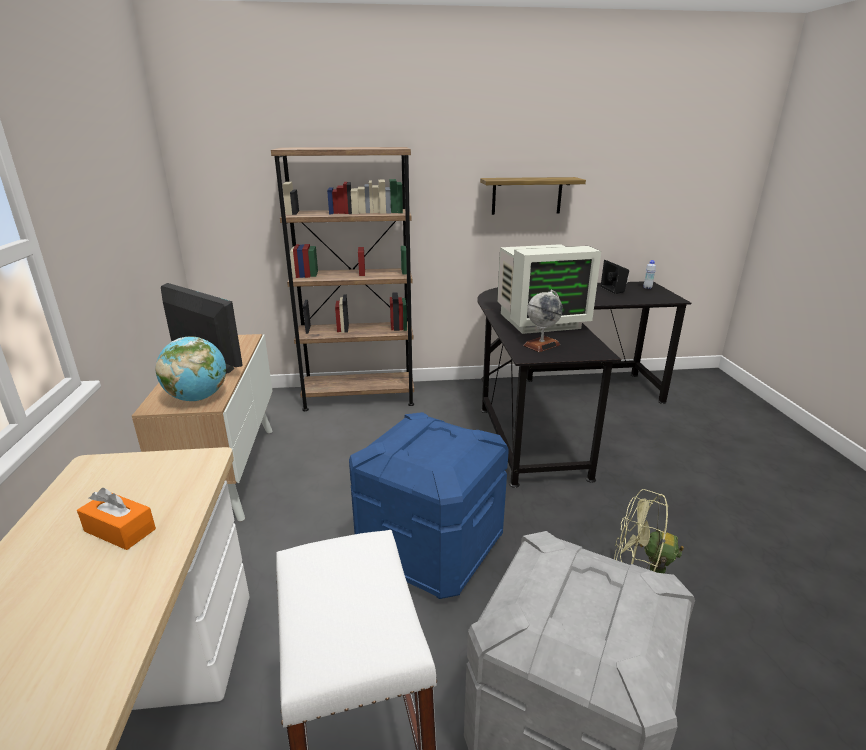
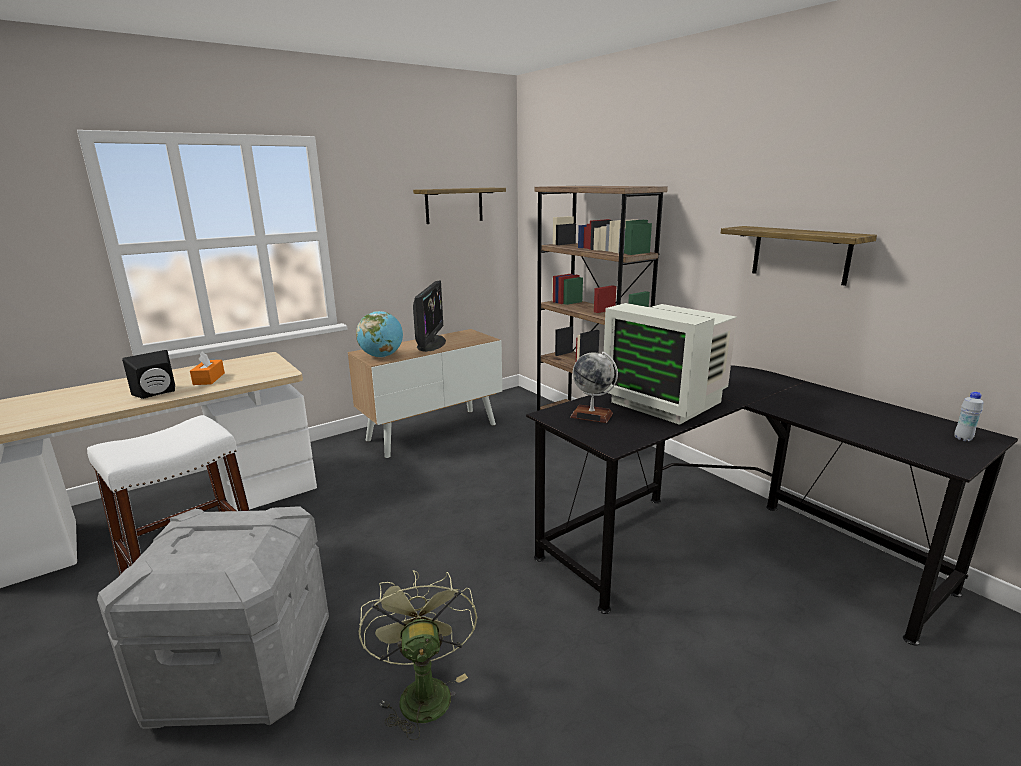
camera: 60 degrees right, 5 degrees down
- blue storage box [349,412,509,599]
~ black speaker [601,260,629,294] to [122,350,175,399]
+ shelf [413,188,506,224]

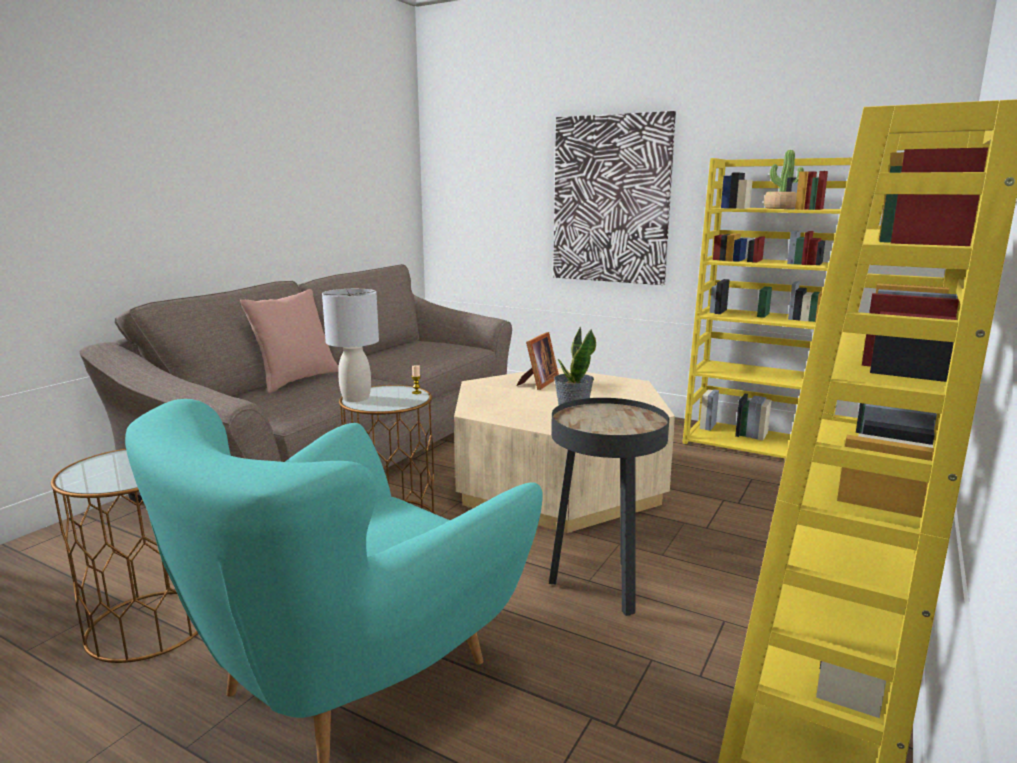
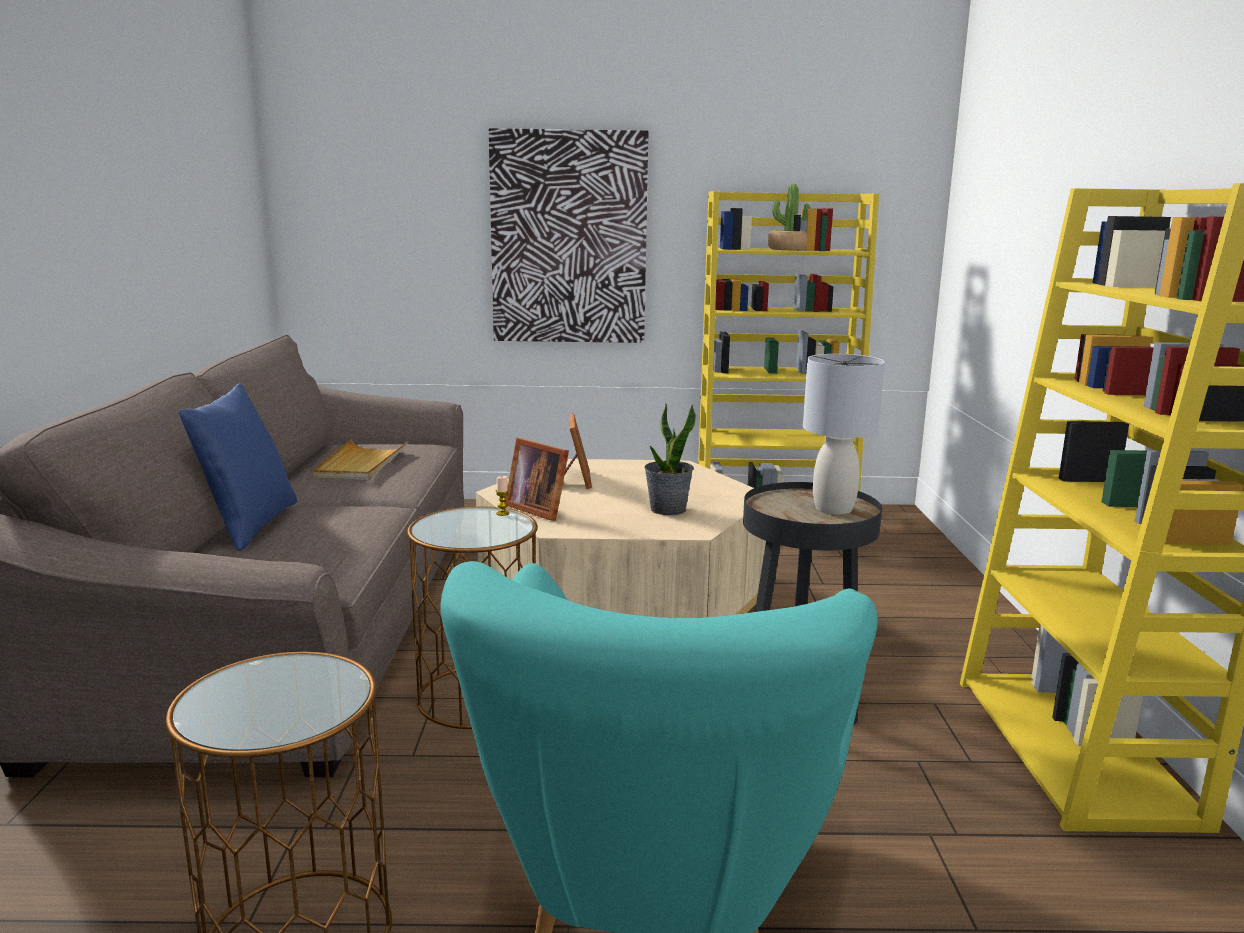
camera: 30 degrees left, 0 degrees up
~ pink pillow [240,289,339,394] to blue pillow [179,383,297,551]
~ grey table lamp [322,289,379,402] to [803,354,885,515]
+ beige tray [313,440,408,480]
+ picture frame [505,438,569,521]

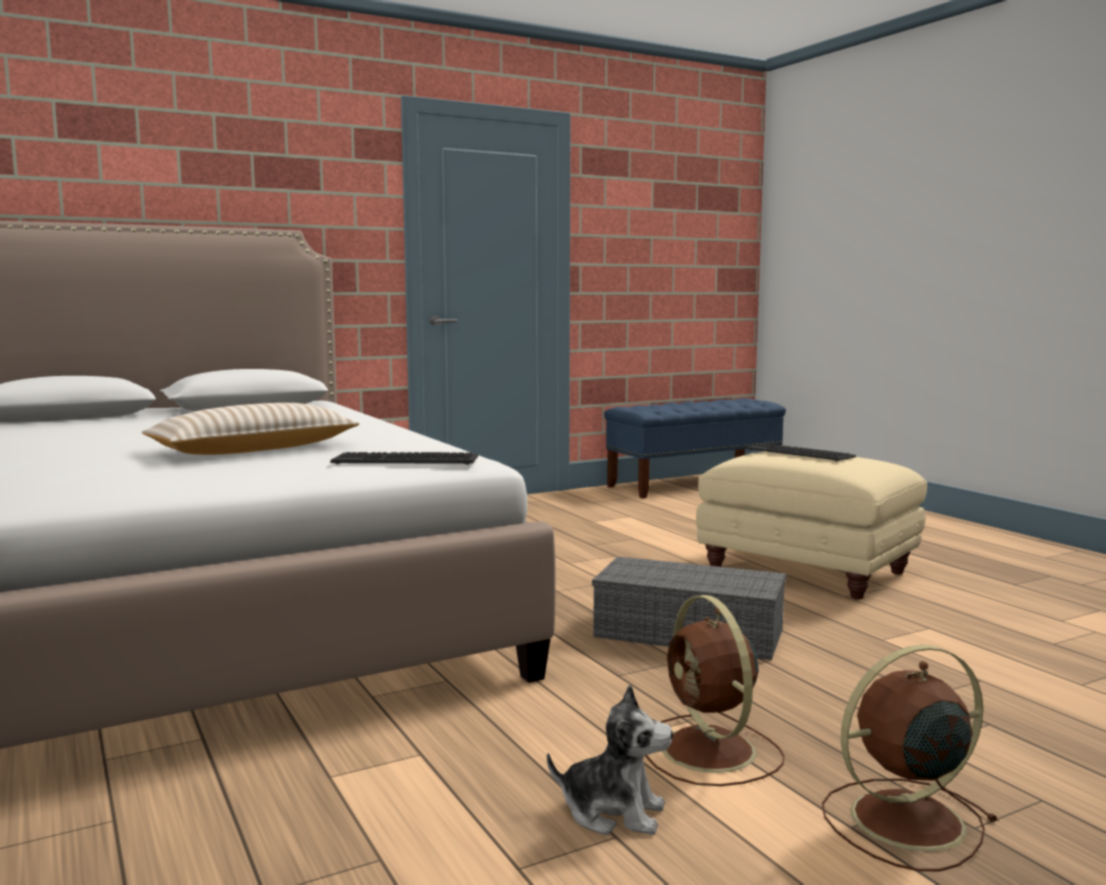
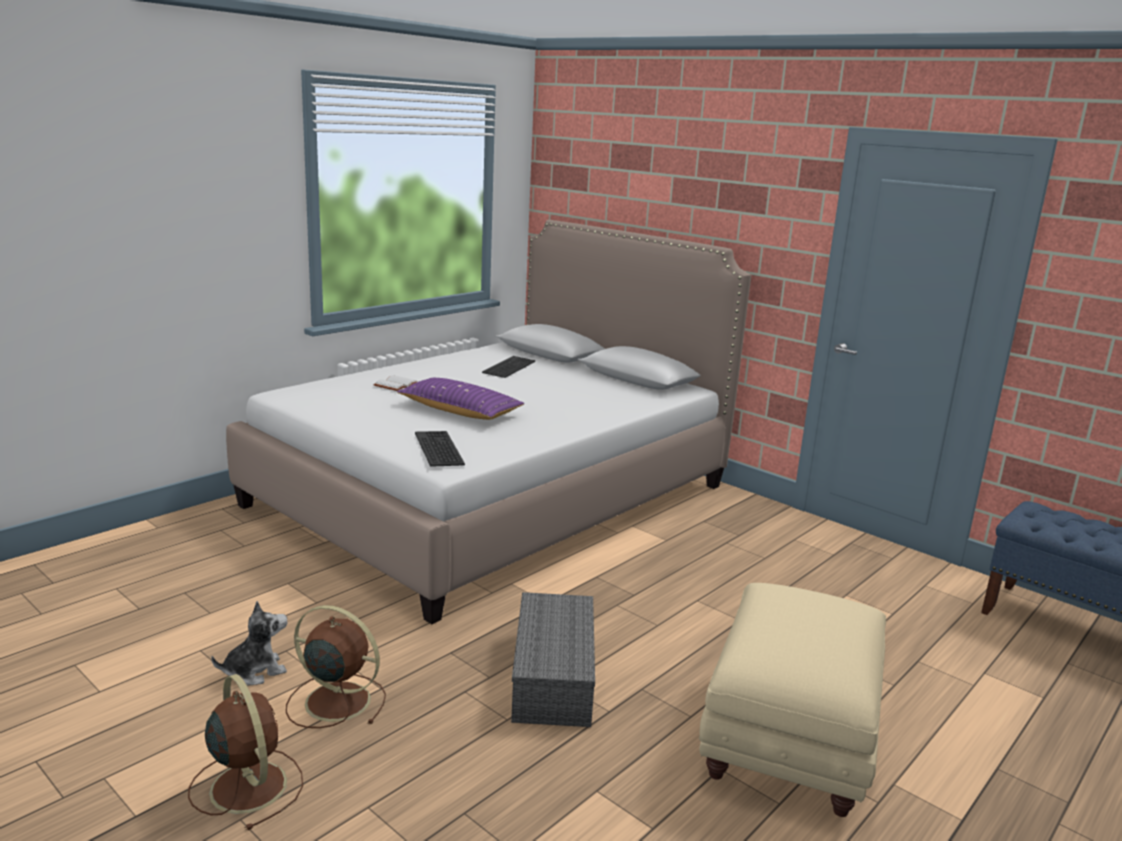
camera: 70 degrees right, 10 degrees up
~ beige pillow [142,403,359,455] to purple pillow [397,378,524,420]
~ plush toy [547,685,673,835] = [211,601,287,686] 120 degrees counterclockwise
~ brown fan [644,595,785,786] = [286,605,386,728] 60 degrees clockwise
~ keyboard [746,443,856,461] to [482,356,535,378]
+ white book [373,375,418,391]

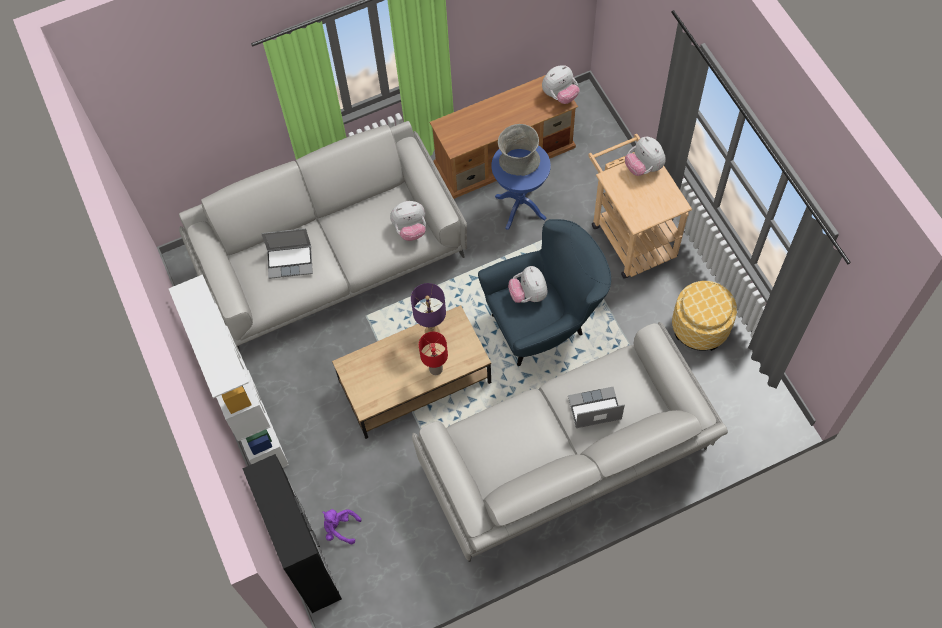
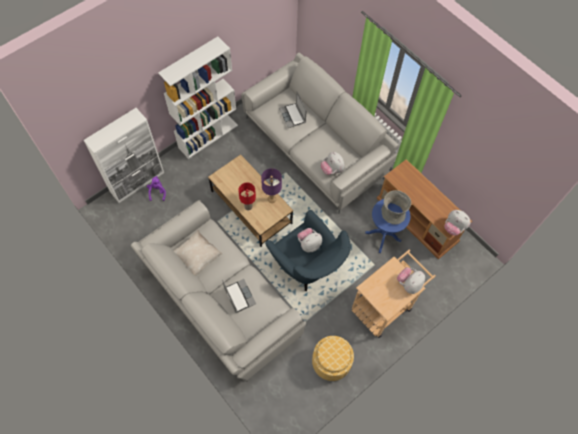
camera: 70 degrees right, 0 degrees up
~ black cabinet [242,454,342,613] to white cabinet [84,108,164,203]
+ beige pillow [174,230,222,276]

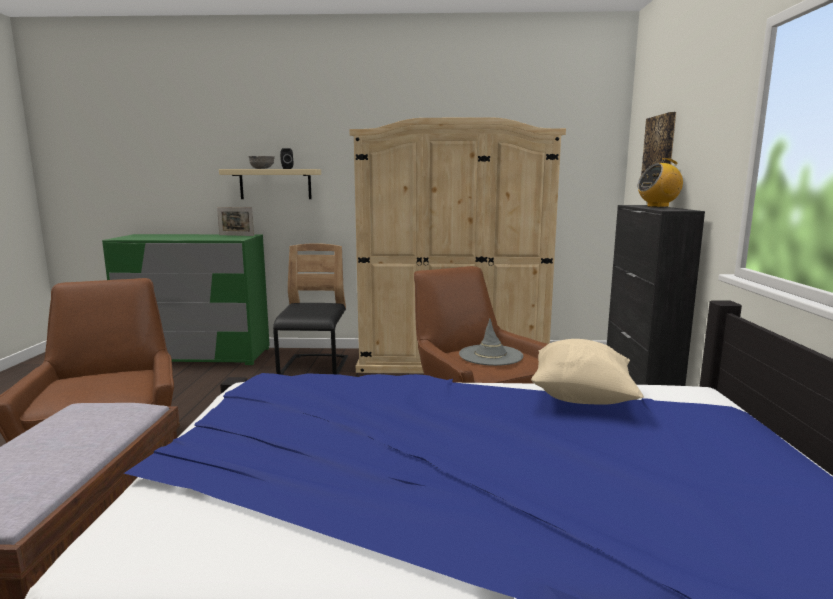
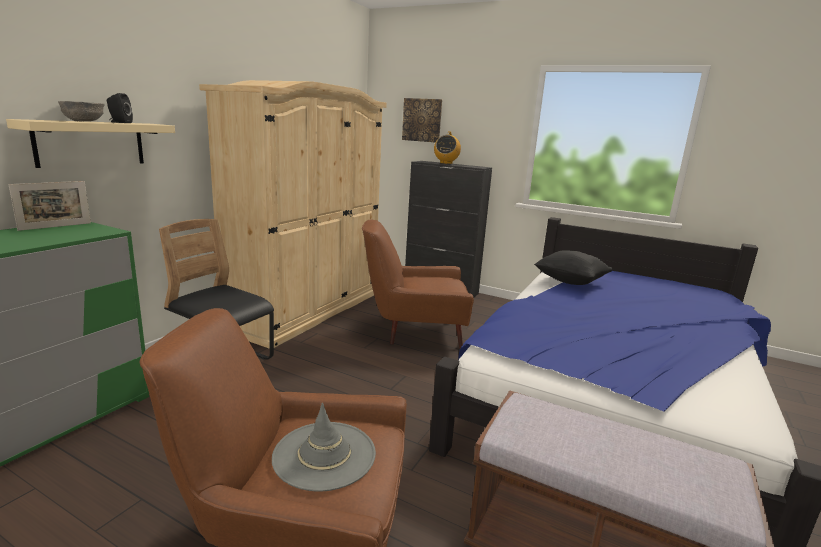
camera: 65 degrees left, 5 degrees up
~ grey hat [459,318,524,366] to [272,403,376,491]
~ beige pillow [531,339,644,405] to black pillow [534,250,613,285]

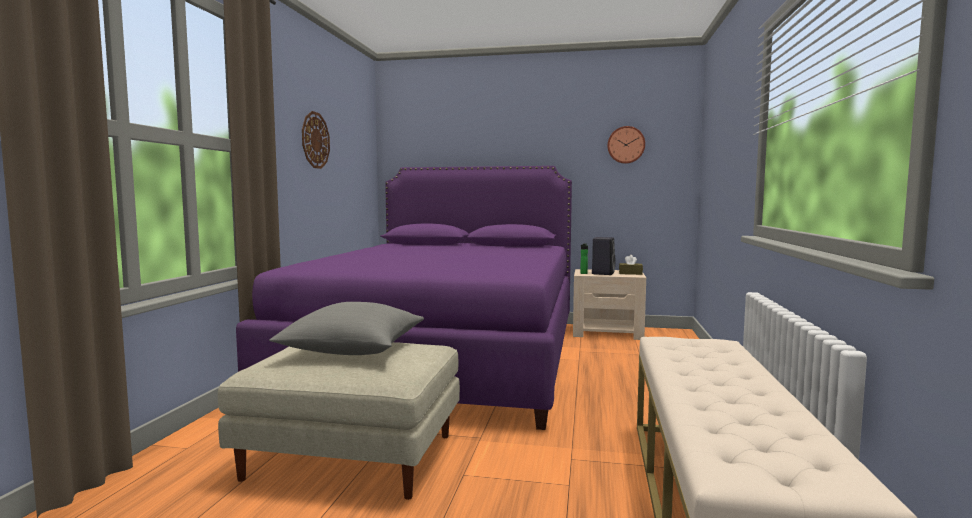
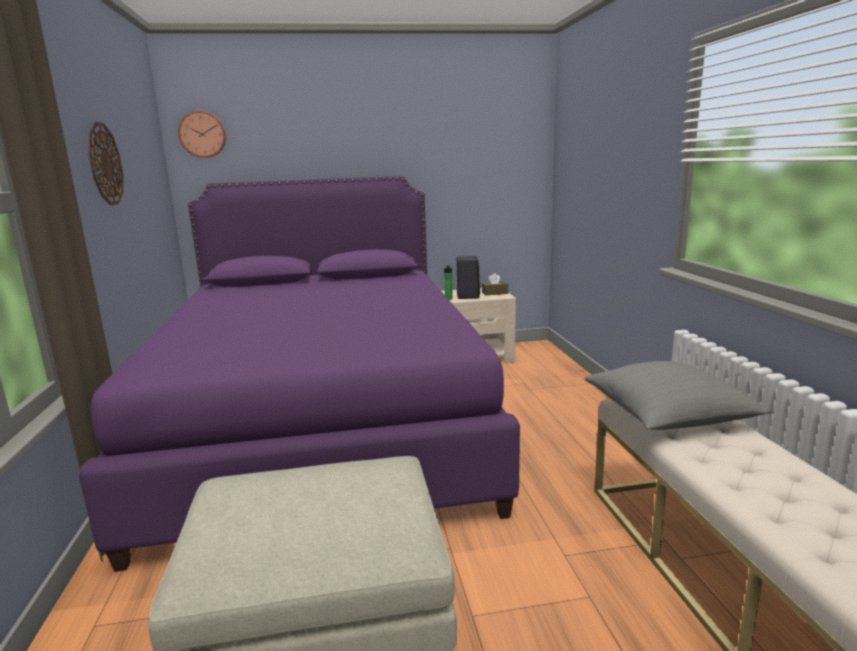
camera: 20 degrees left, 10 degrees up
~ grey pillow [269,302,424,355] to [584,361,771,430]
~ wall clock [607,126,645,164] to [178,111,226,158]

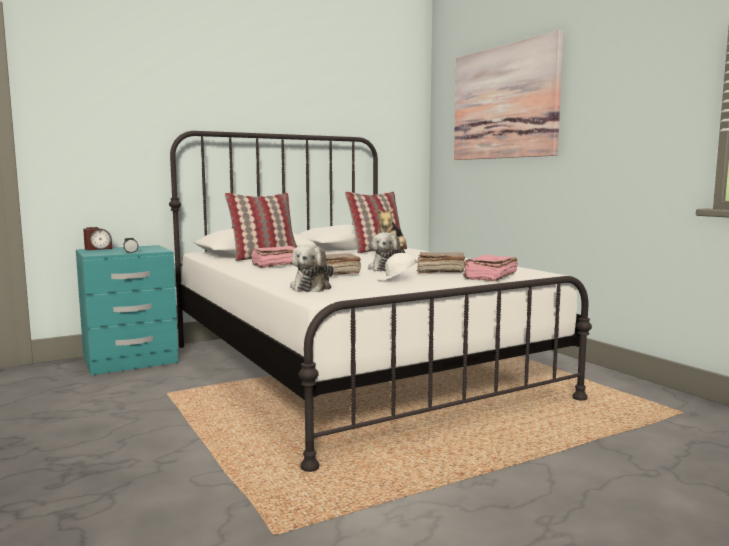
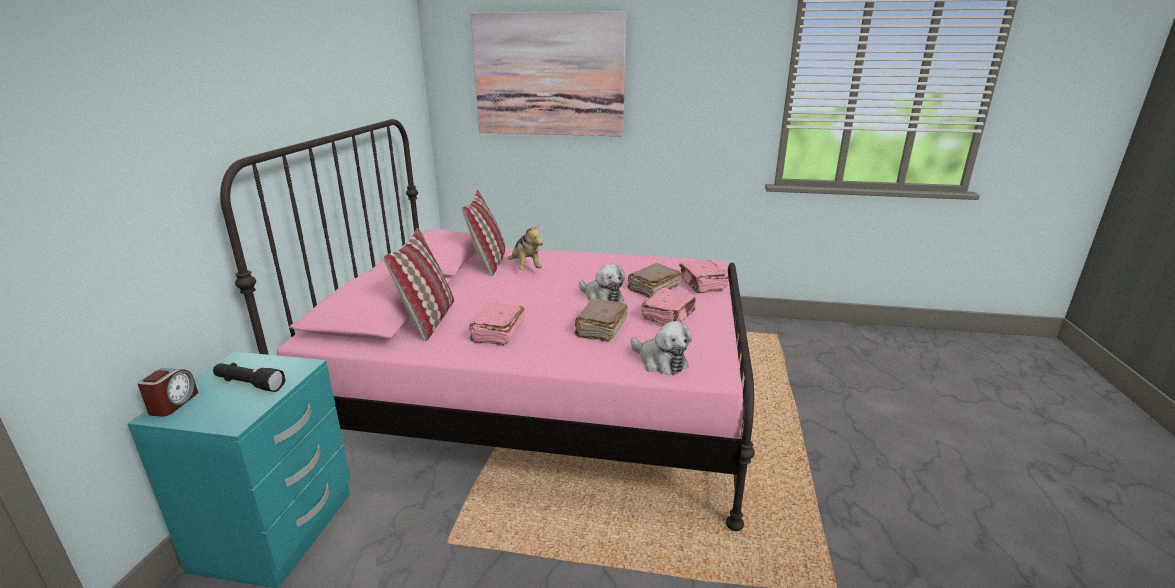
camera: 50 degrees left, 15 degrees up
~ white bed [169,131,592,472] to pink bed [220,119,755,531]
~ white cap [377,253,421,281] to pink book [641,288,696,325]

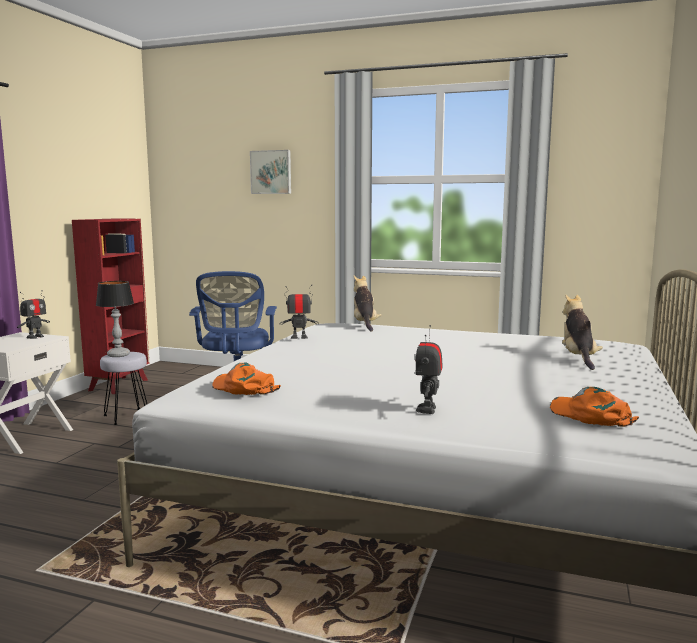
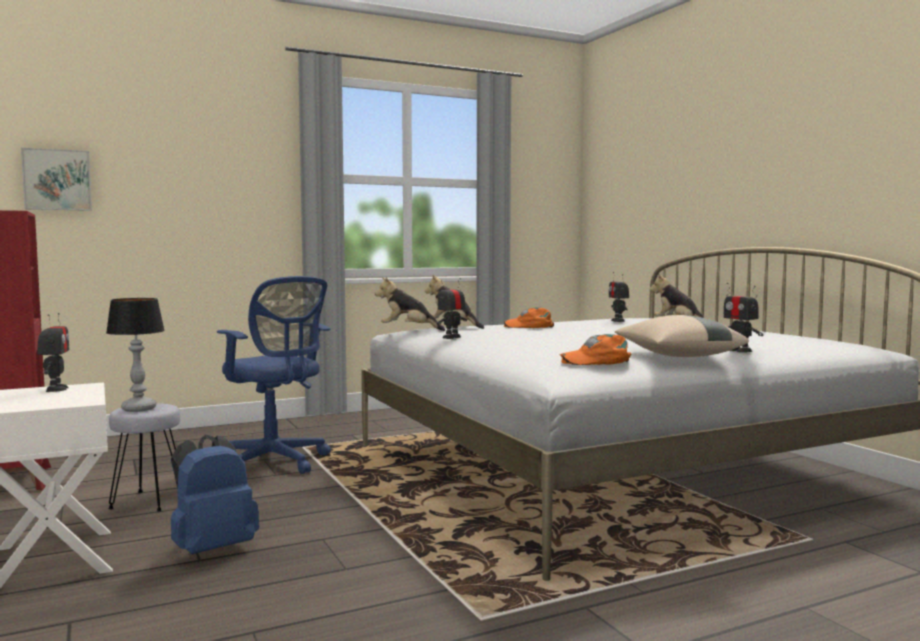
camera: 45 degrees left, 5 degrees down
~ picture [250,150,291,194] to [21,148,92,211]
~ orange cap [550,387,639,427] to [504,307,554,328]
+ blue backpack [171,435,259,554]
+ plush toy [375,276,445,331]
+ toy robot [609,272,629,322]
+ beige pillow [615,315,749,357]

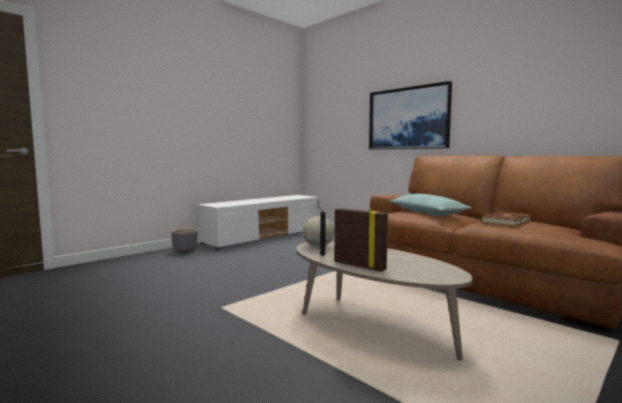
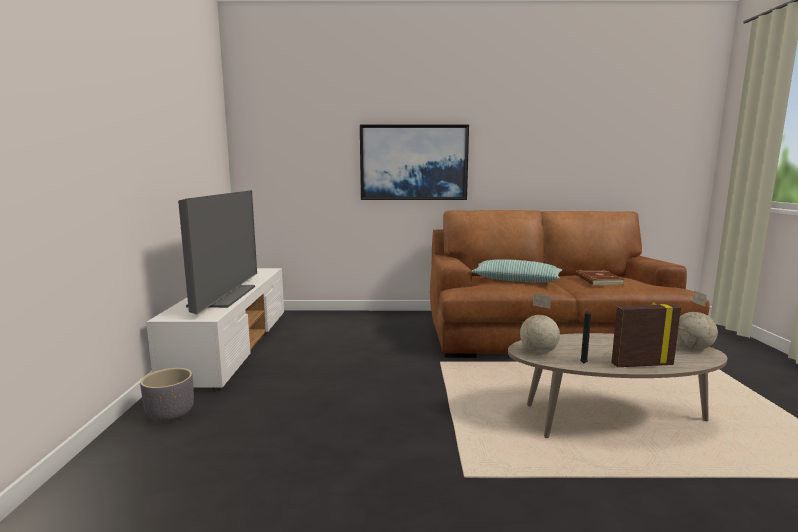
camera: 45 degrees left, 5 degrees up
+ television [178,190,257,315]
+ globe [677,290,718,350]

